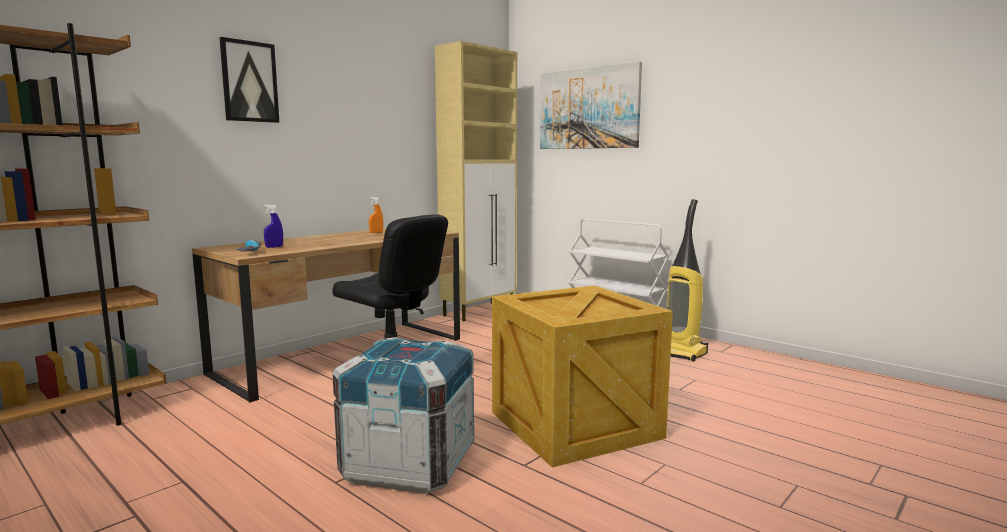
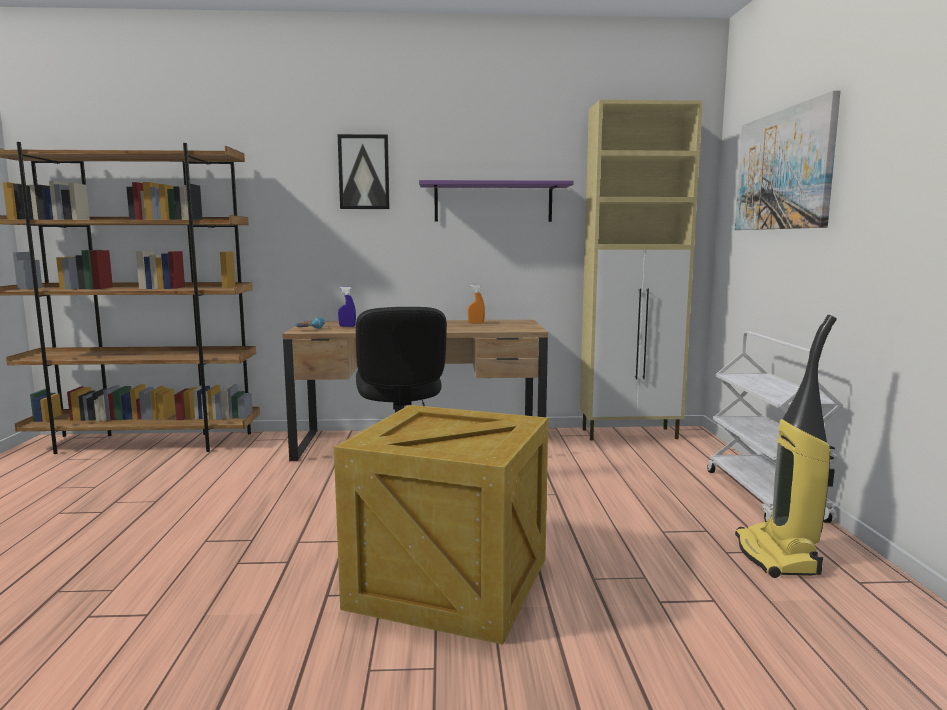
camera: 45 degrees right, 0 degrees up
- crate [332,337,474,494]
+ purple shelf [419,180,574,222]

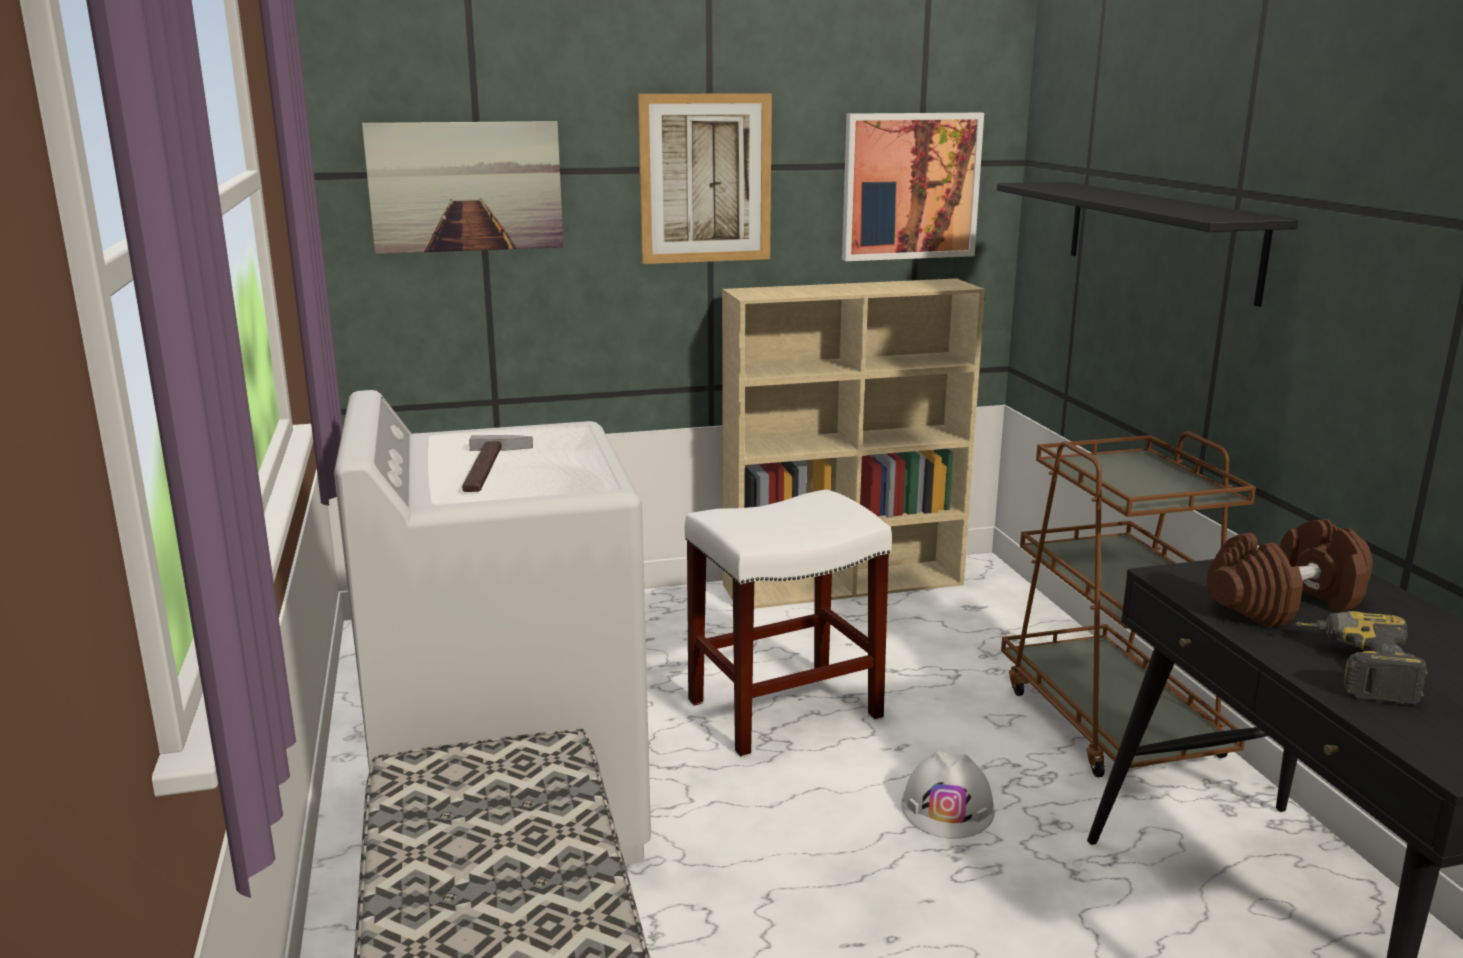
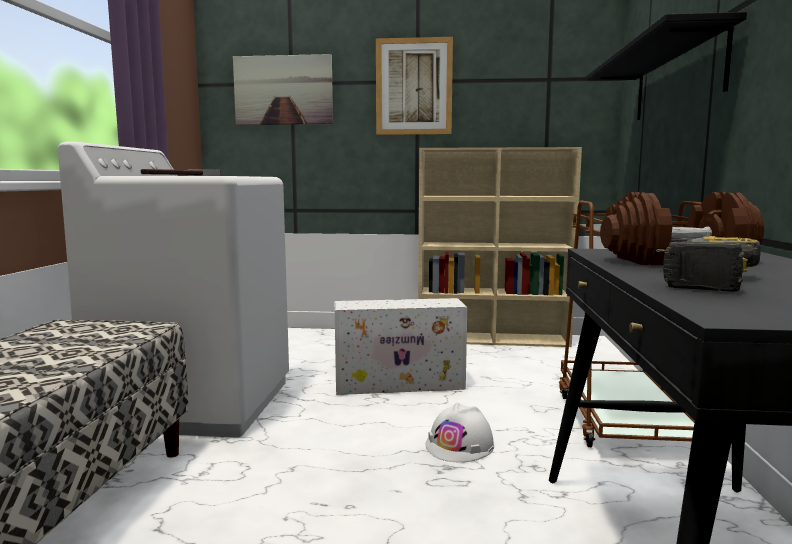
camera: 20 degrees right, 10 degrees down
~ white stool [685,490,892,757] to white storage box [334,298,467,395]
- picture [842,113,984,261]

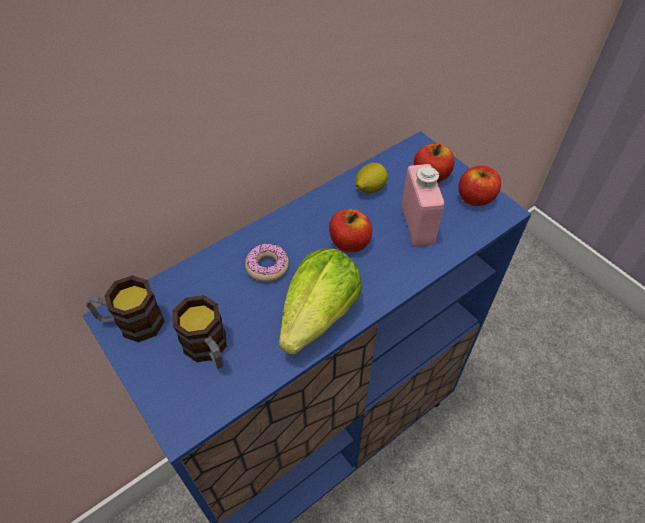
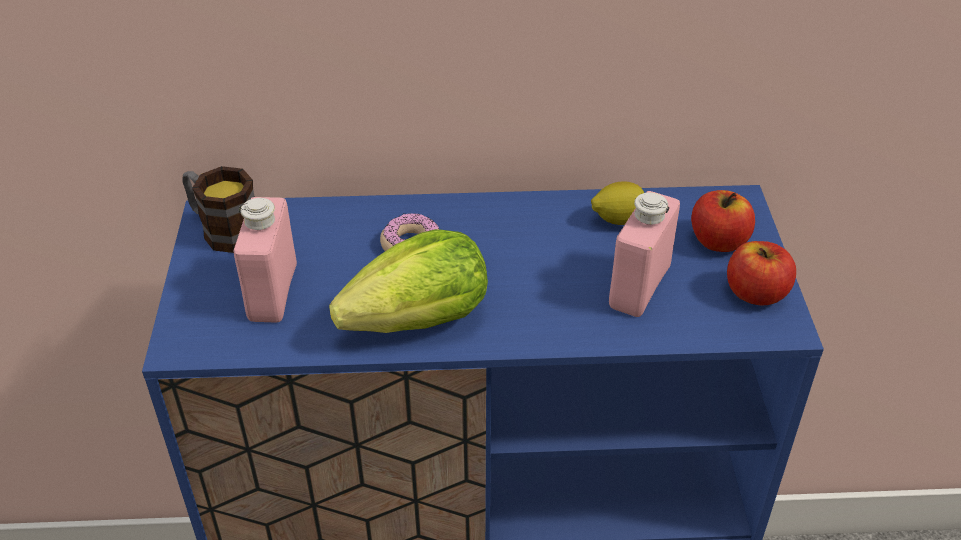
camera: 35 degrees right, 10 degrees down
~ mug [173,295,227,369] to pink bottle [234,197,297,323]
- apple [329,209,372,252]

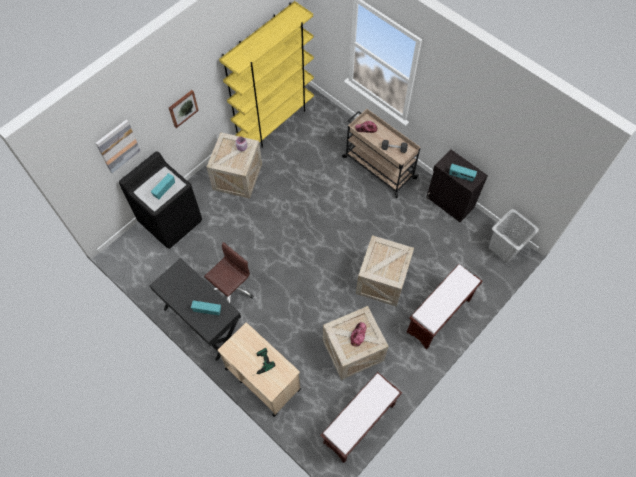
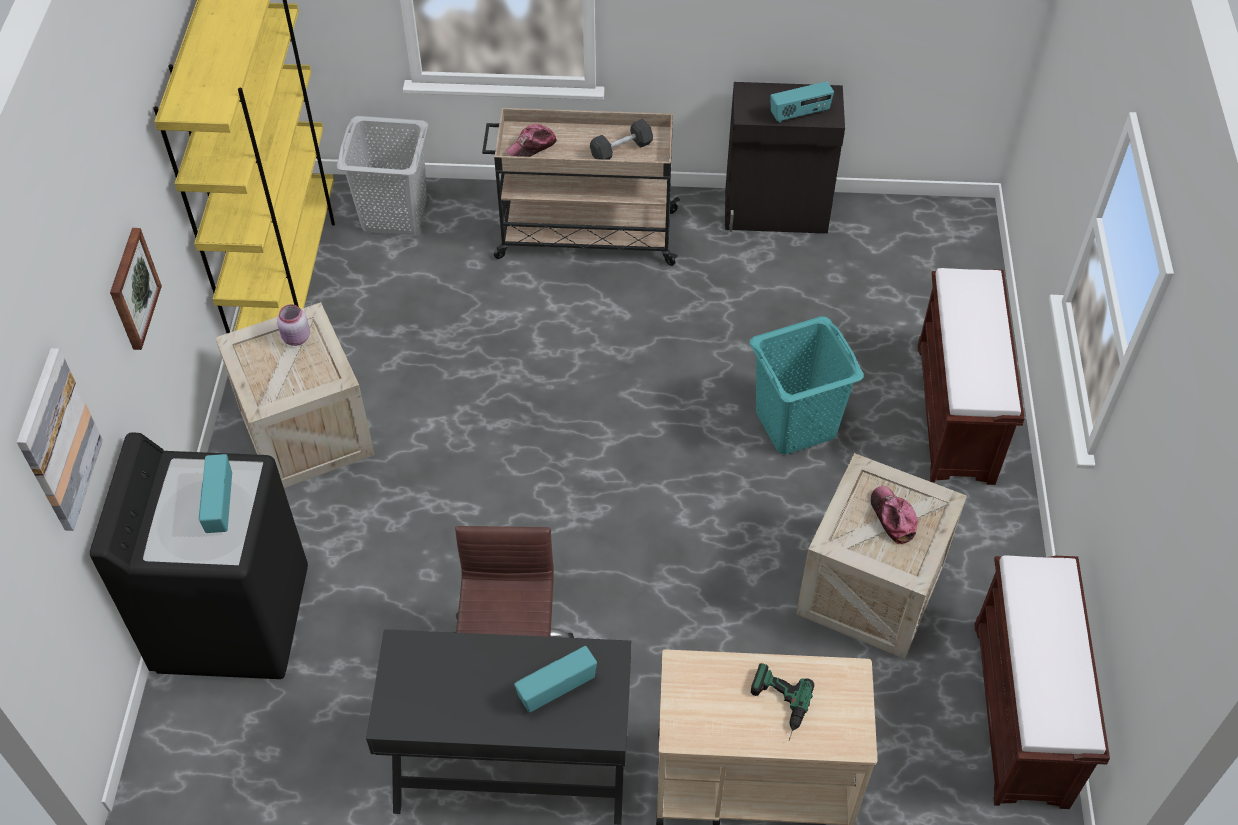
camera: 40 degrees left, 10 degrees down
~ crate [356,235,414,307] to turquoise laundry basket [750,316,864,454]
~ grey laundry basket [489,209,539,263] to [337,116,428,235]

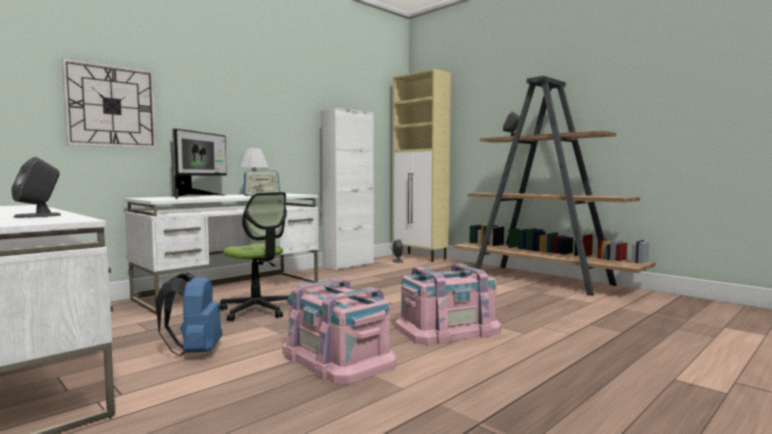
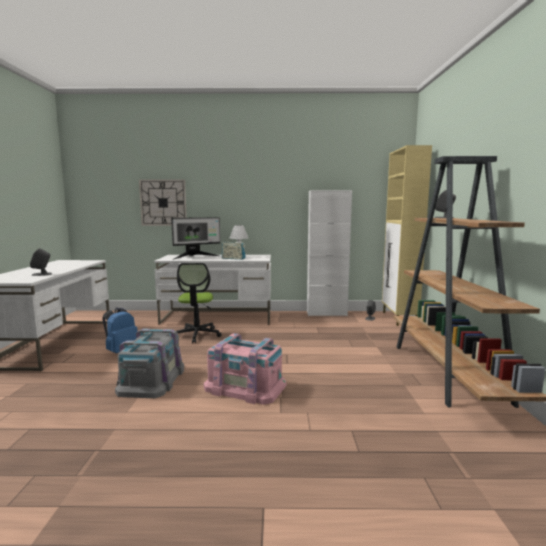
camera: 45 degrees right, 5 degrees up
~ pink storage box [282,278,396,384] to grey storage box [115,329,184,398]

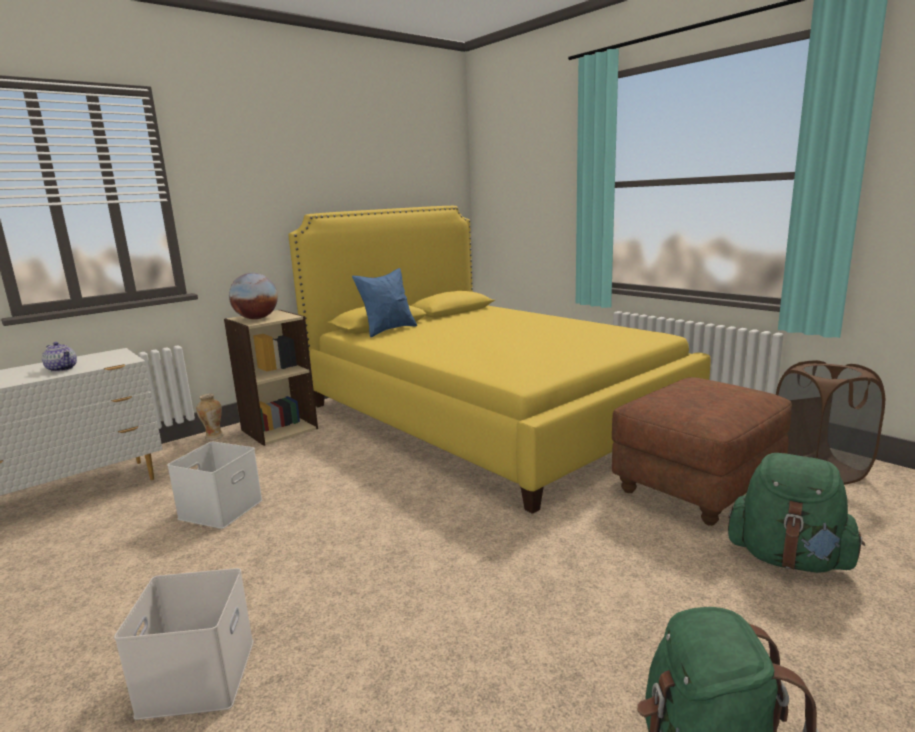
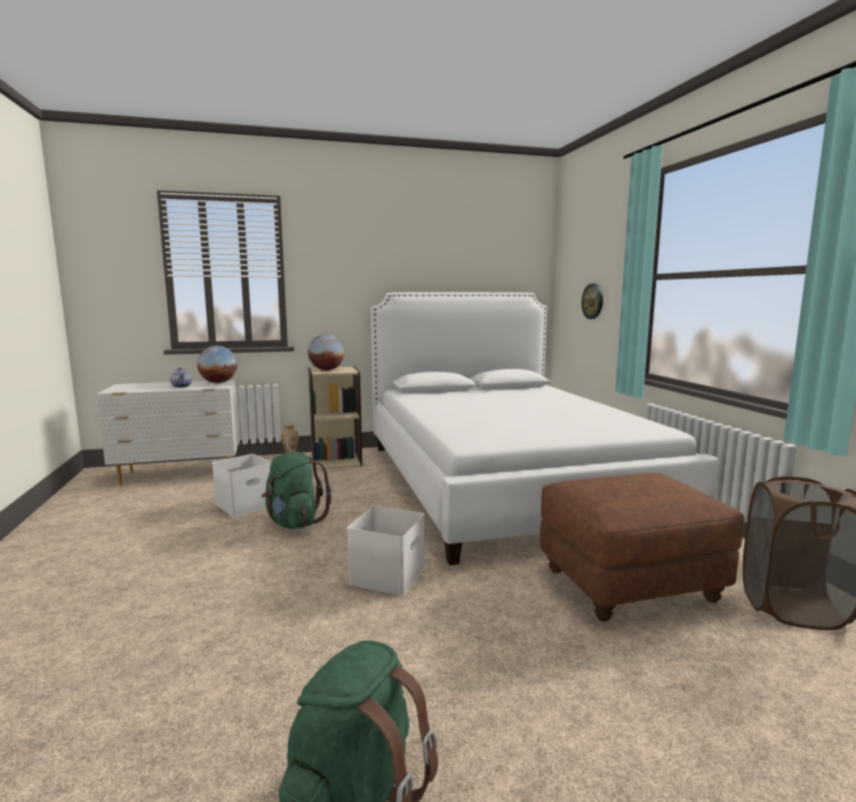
camera: 25 degrees right, 5 degrees down
~ white storage box [114,568,254,720] to [347,506,425,596]
~ yellow bed [288,206,711,514] to white bed [370,292,718,565]
- blue pillow [352,268,417,337]
~ green backpack [728,453,865,573] to [261,452,332,529]
+ globe [197,346,237,383]
+ wall clock [581,283,603,319]

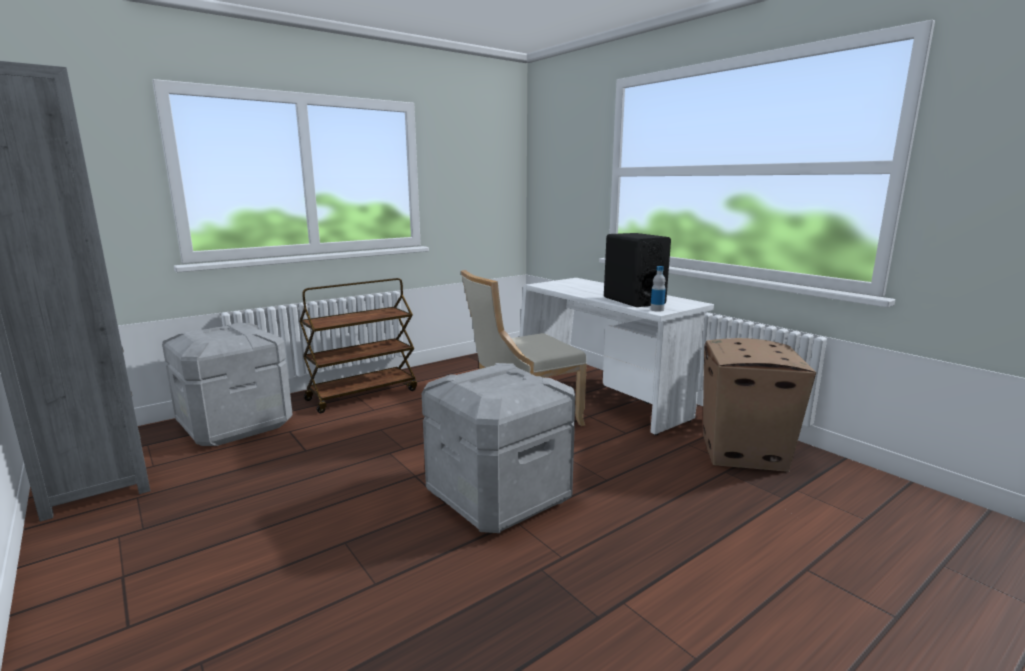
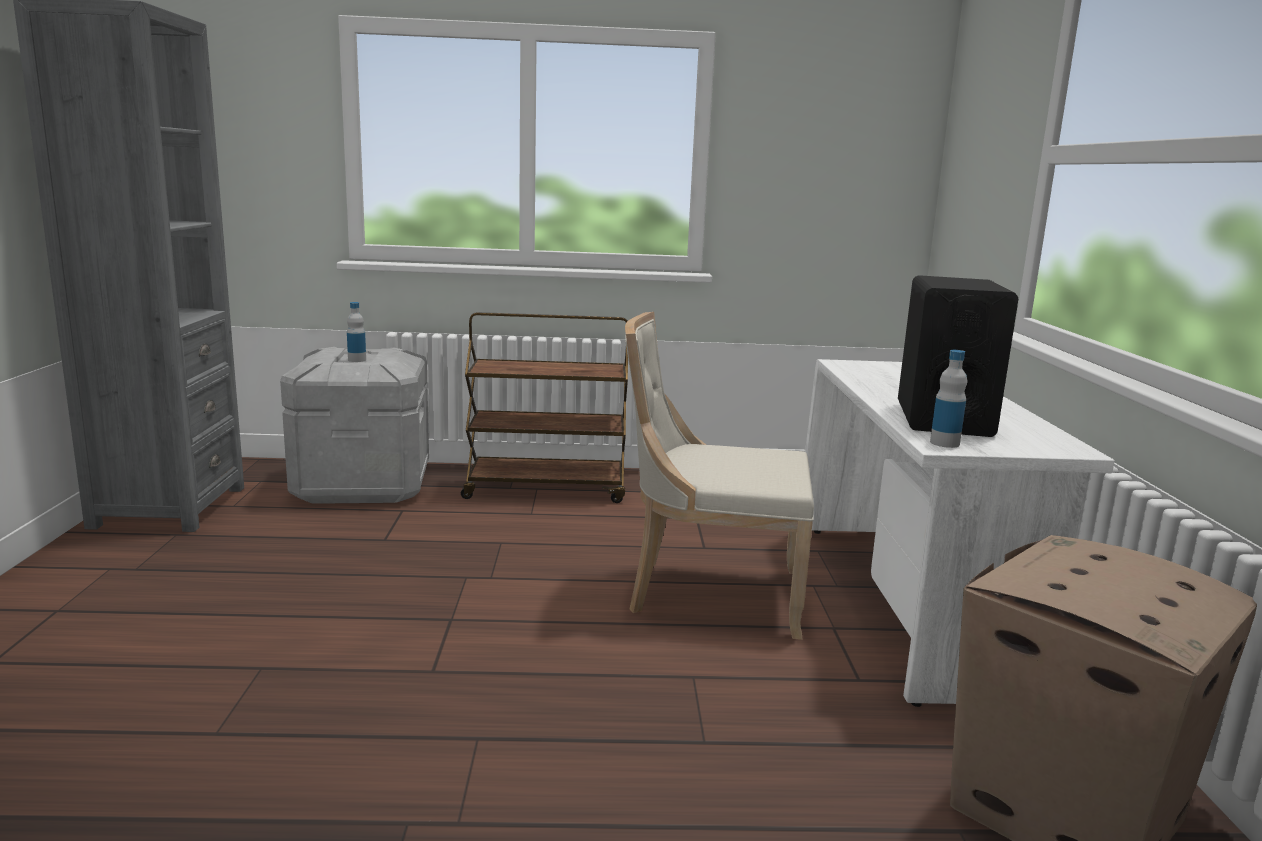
camera: 35 degrees right, 0 degrees up
- grey storage box [422,363,575,533]
+ bottle [347,302,366,362]

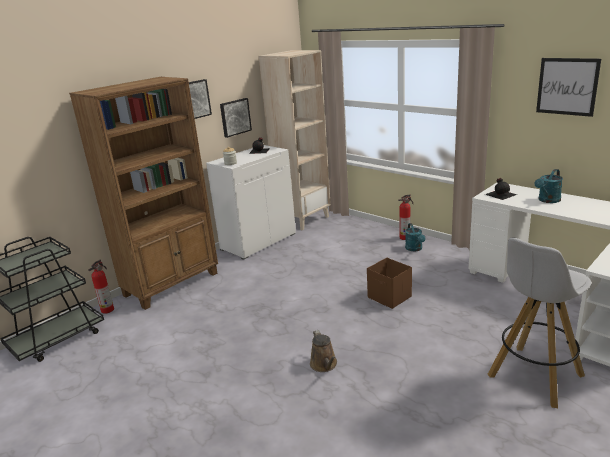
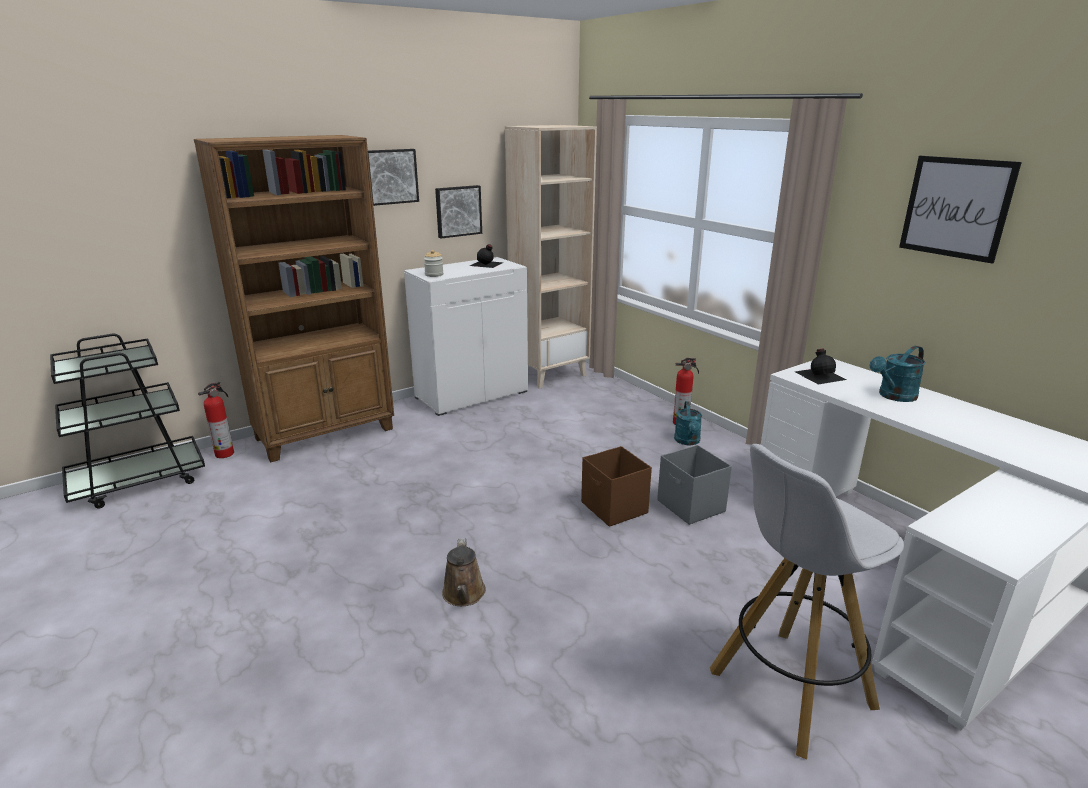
camera: 10 degrees right, 0 degrees up
+ grey storage box [657,445,732,525]

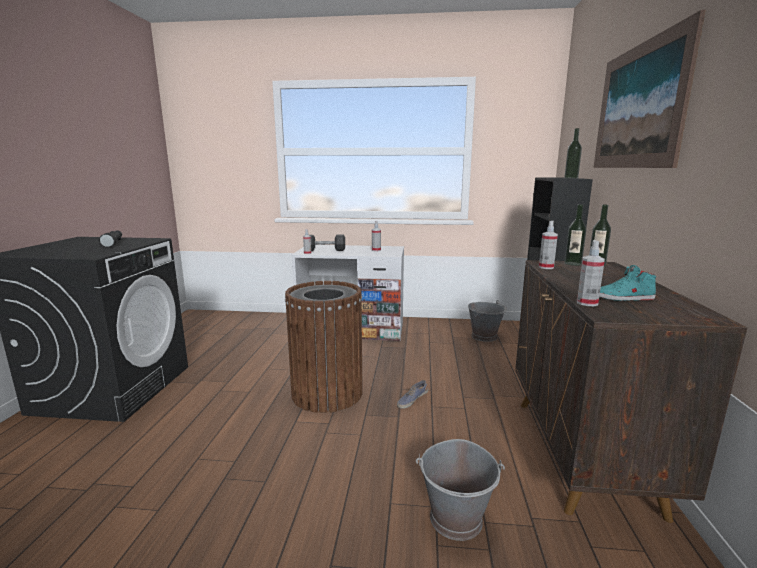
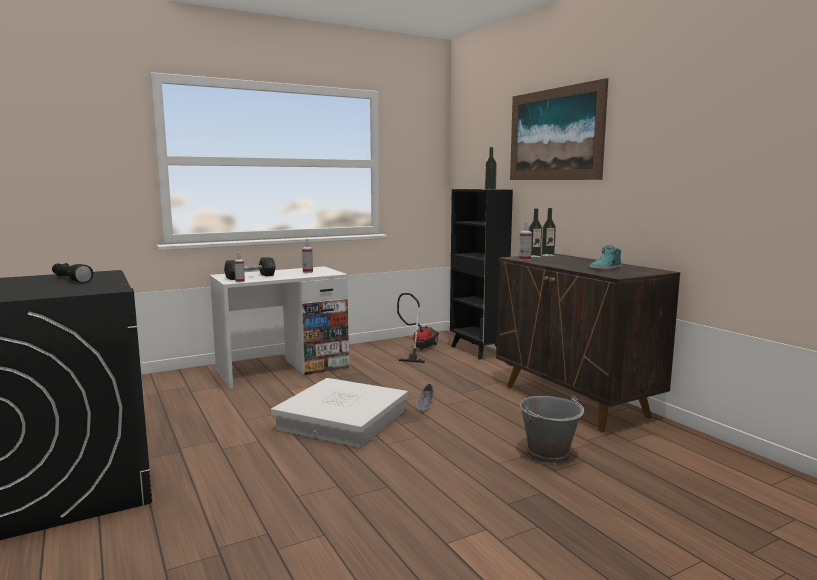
camera: 35 degrees left, 5 degrees down
~ brown trash can [285,281,363,413] to white storage box [271,378,408,448]
~ grey bucket [468,300,507,342] to vacuum cleaner [397,293,439,363]
- spray bottle [577,240,605,306]

